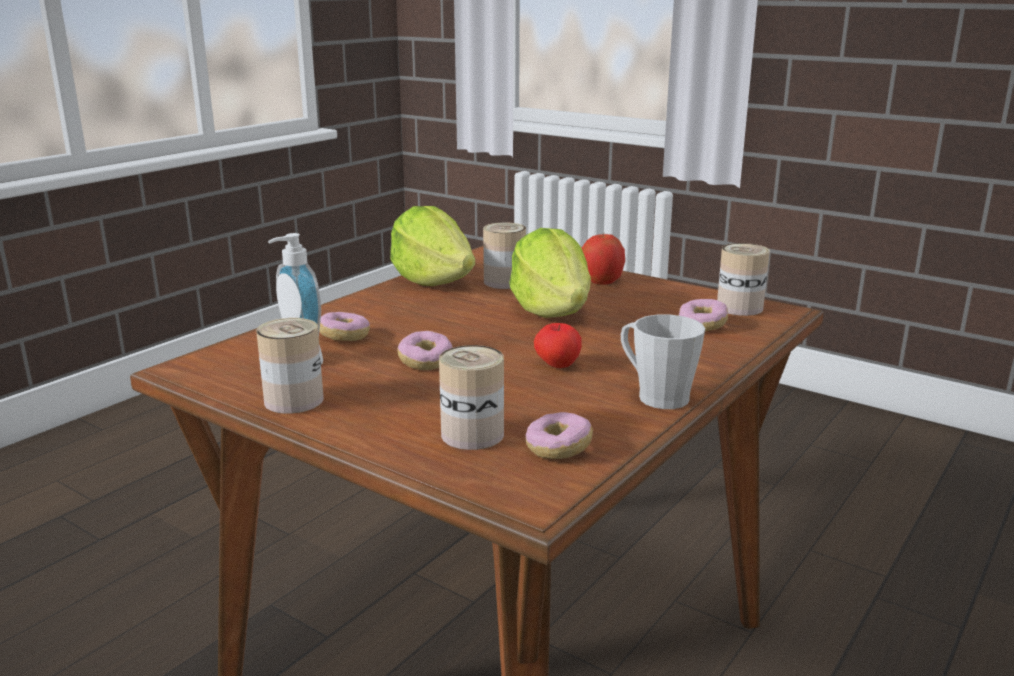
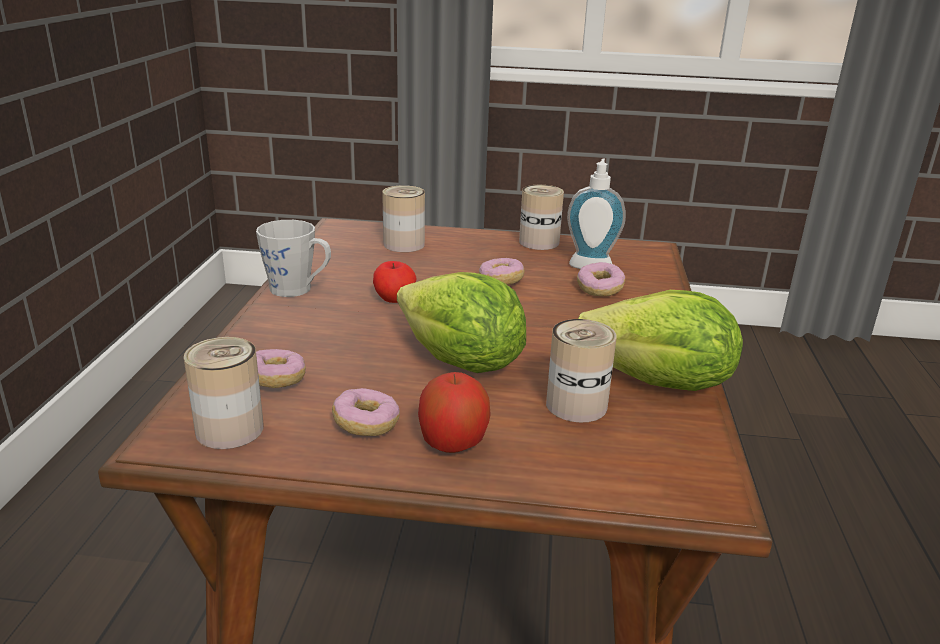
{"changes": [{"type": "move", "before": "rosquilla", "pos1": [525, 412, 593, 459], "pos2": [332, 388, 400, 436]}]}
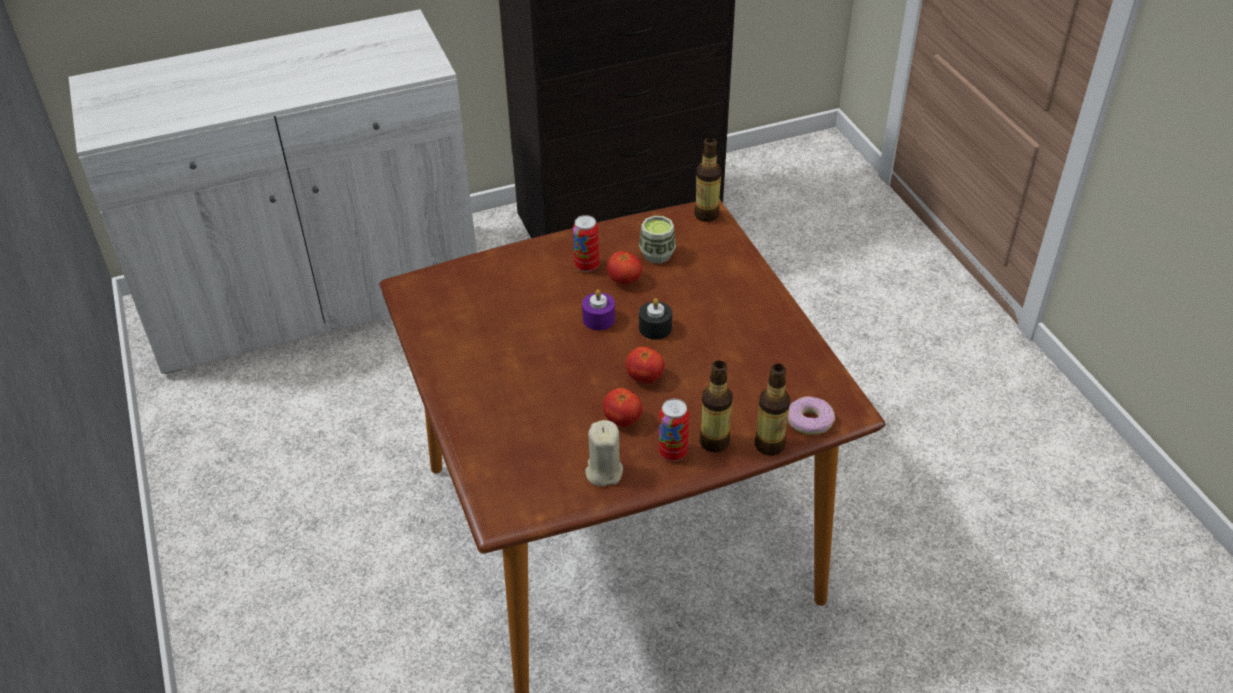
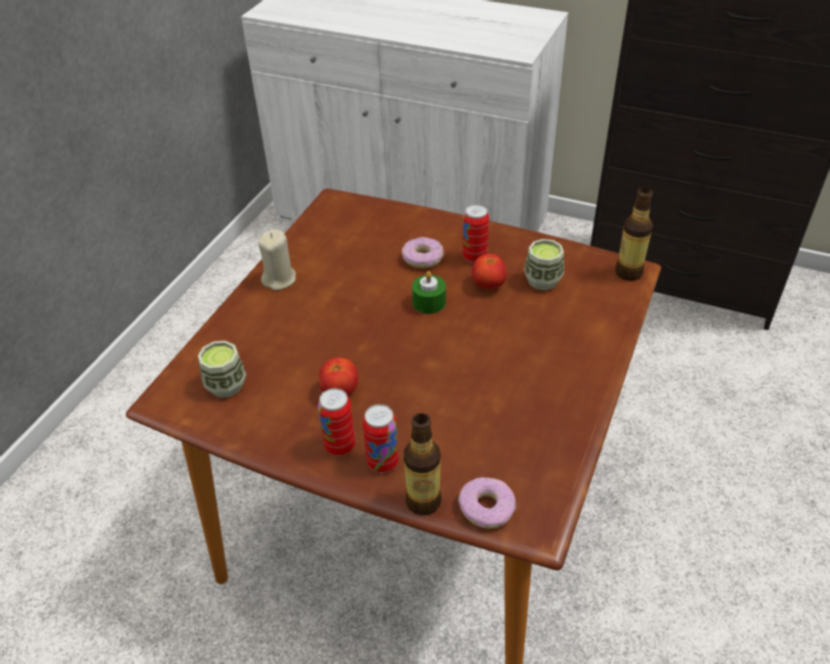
{"changes": [{"type": "recolor", "before": "vela/morado", "after": "vela/verde", "pos1": [582, 289, 615, 330], "pos2": [412, 271, 446, 314]}, {"type": "delete", "before": "vela/negro", "pos1": [639, 298, 672, 340]}, {"type": "delete", "before": "tomate", "pos1": [626, 347, 665, 383]}, {"type": "replace", "before": "botella", "after": "lata", "pos1": [699, 360, 733, 452], "pos2": [363, 404, 399, 473]}, {"type": "move", "before": "vela/beis", "pos1": [585, 420, 623, 487], "pos2": [258, 229, 296, 290]}, {"type": "insert", "after": "rosquilla", "pos2": [402, 237, 444, 268]}, {"type": "insert", "after": "taza", "pos2": [198, 341, 246, 398]}]}
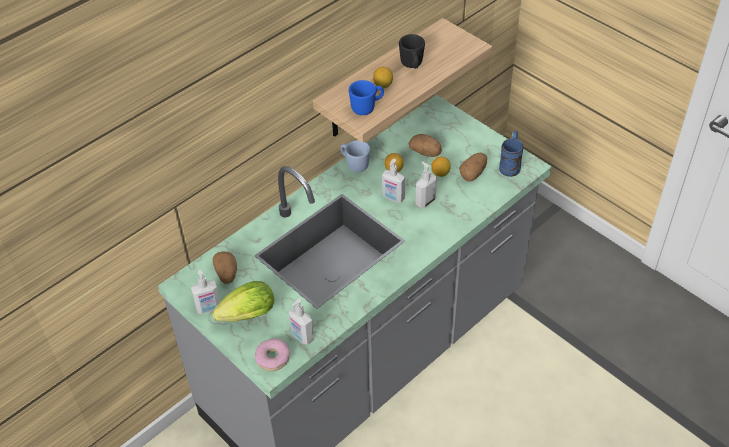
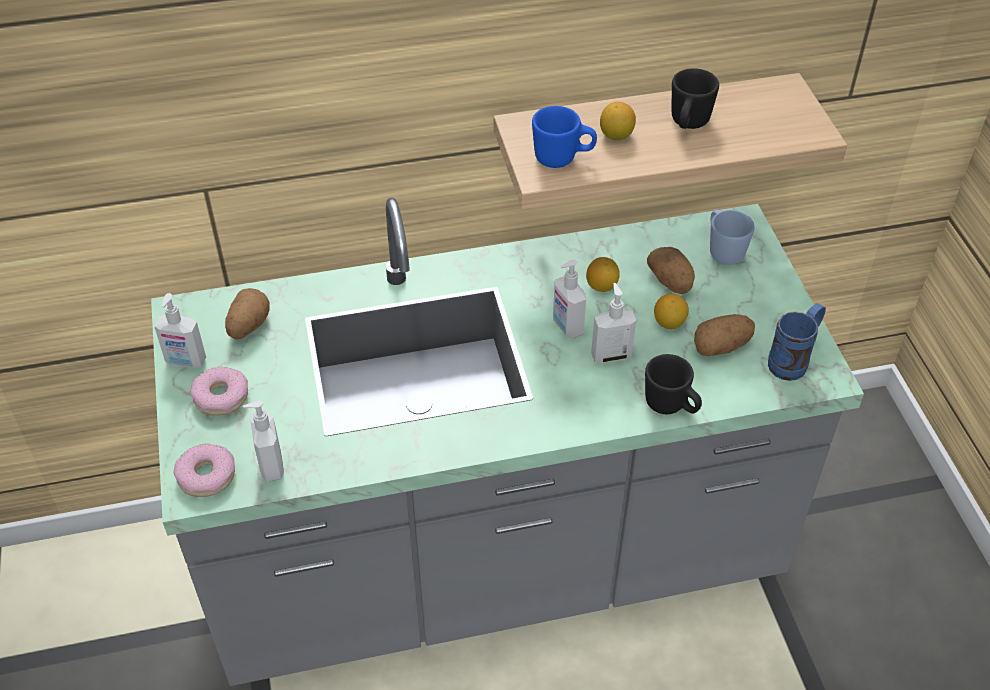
{"changes": [{"type": "move", "before": "taza grande/azul", "pos1": [340, 140, 370, 172], "pos2": [710, 210, 755, 265]}, {"type": "replace", "before": "lechuga", "after": "rosquilla", "pos1": [212, 281, 274, 322], "pos2": [190, 367, 248, 416]}, {"type": "insert", "after": "taza grande/negro", "pos2": [645, 354, 702, 414]}]}
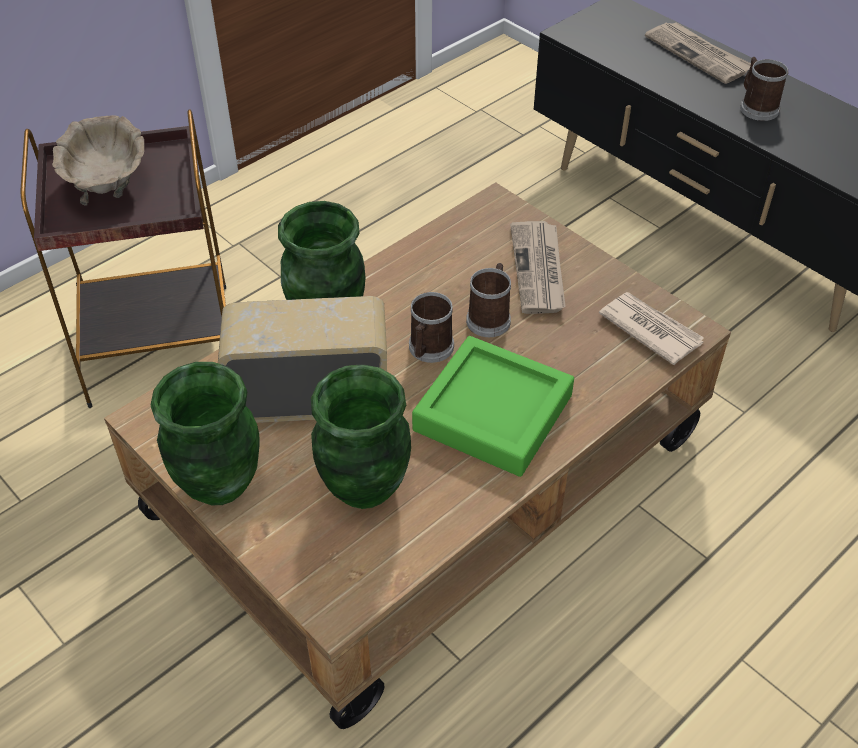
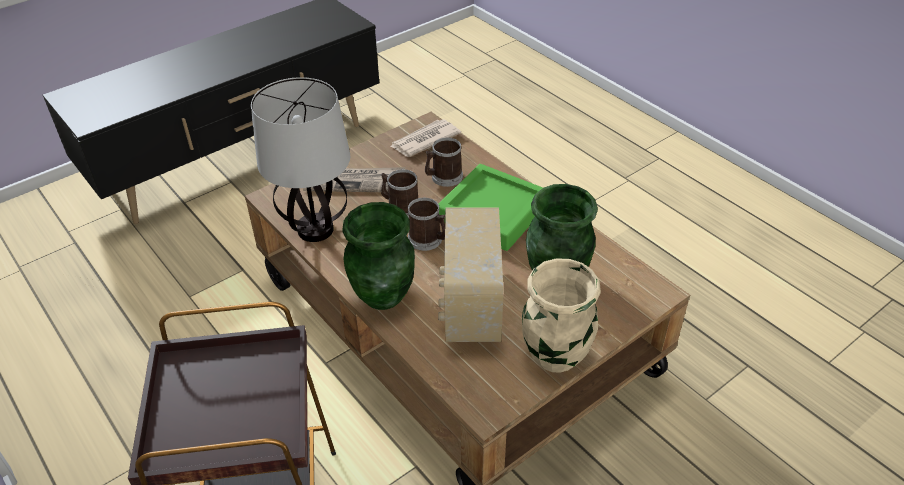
{"changes": [{"type": "delete", "before": "periódico", "pos1": [645, 22, 751, 84]}, {"type": "move", "before": "taza grande", "pos1": [740, 57, 789, 121], "pos2": [425, 138, 463, 187]}, {"type": "delete", "before": "cuenco/beis", "pos1": [52, 115, 144, 205]}, {"type": "recolor", "before": "florero/verde", "after": "florero/beis", "pos1": [151, 362, 260, 505], "pos2": [522, 258, 601, 373]}, {"type": "insert", "after": "lámpara de mesa", "pos2": [251, 77, 350, 242]}]}
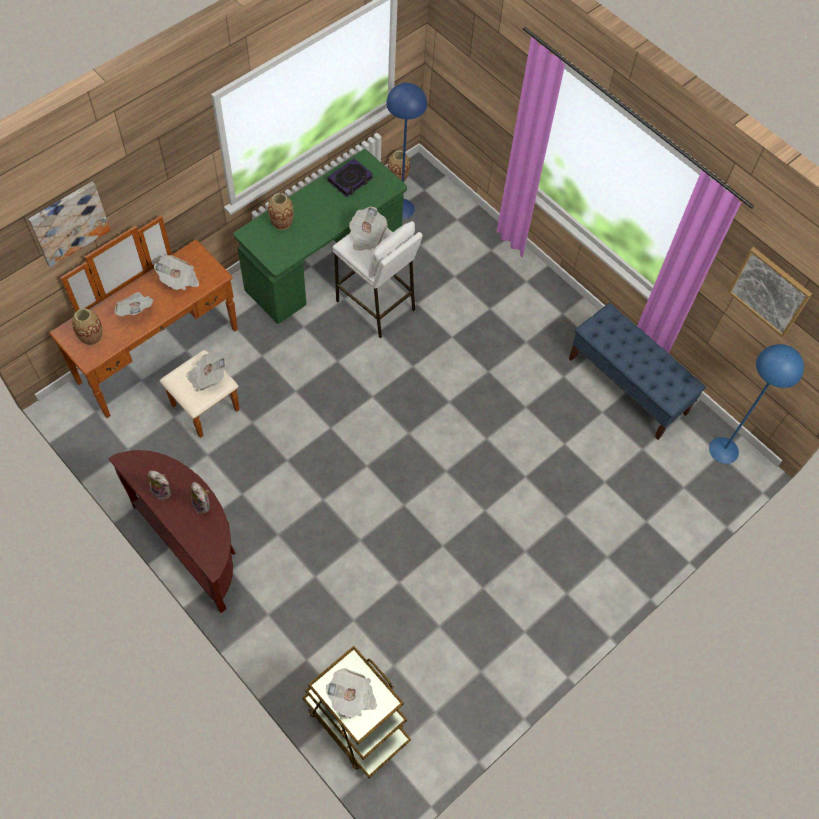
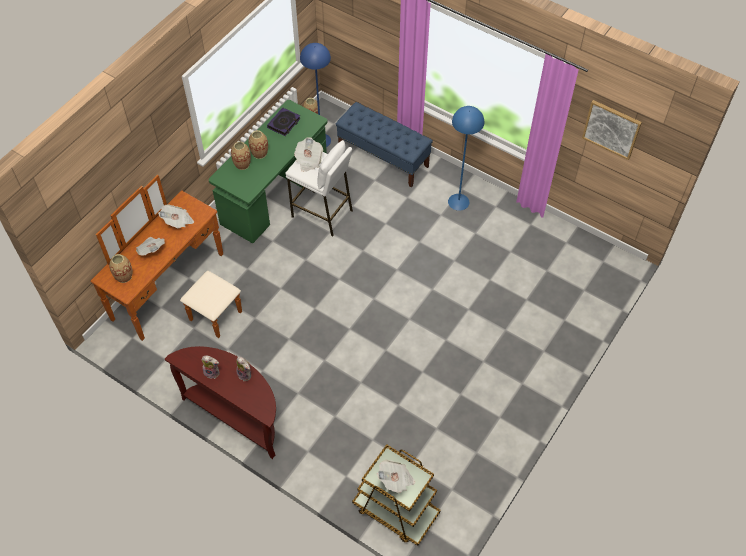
{"changes": [{"type": "delete", "before": "cuadro", "pos1": [28, 181, 110, 267]}, {"type": "move", "before": "banco/azul", "pos1": [569, 303, 706, 440], "pos2": [336, 102, 433, 187]}, {"type": "move", "before": "lámpara de pie/azul", "pos1": [709, 344, 804, 464], "pos2": [448, 106, 484, 211]}, {"type": "delete", "before": "periódico", "pos1": [186, 352, 227, 392]}, {"type": "insert", "after": "florero", "pos2": [249, 130, 268, 159]}]}
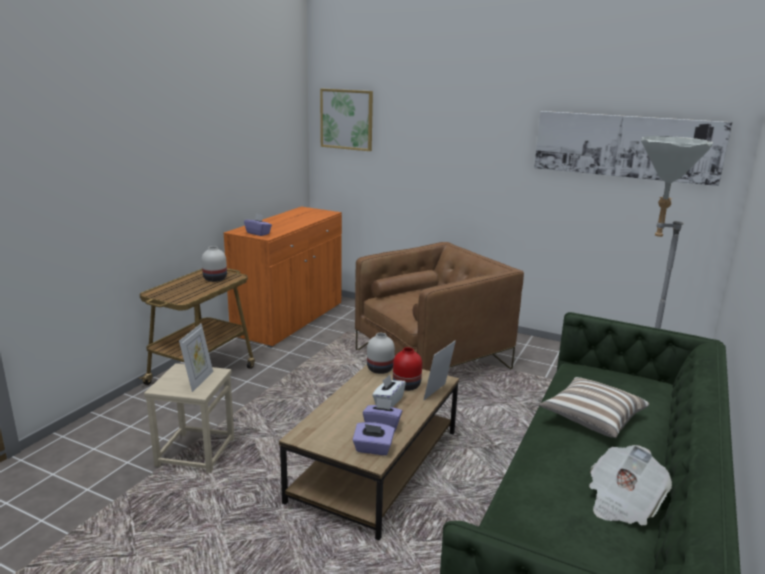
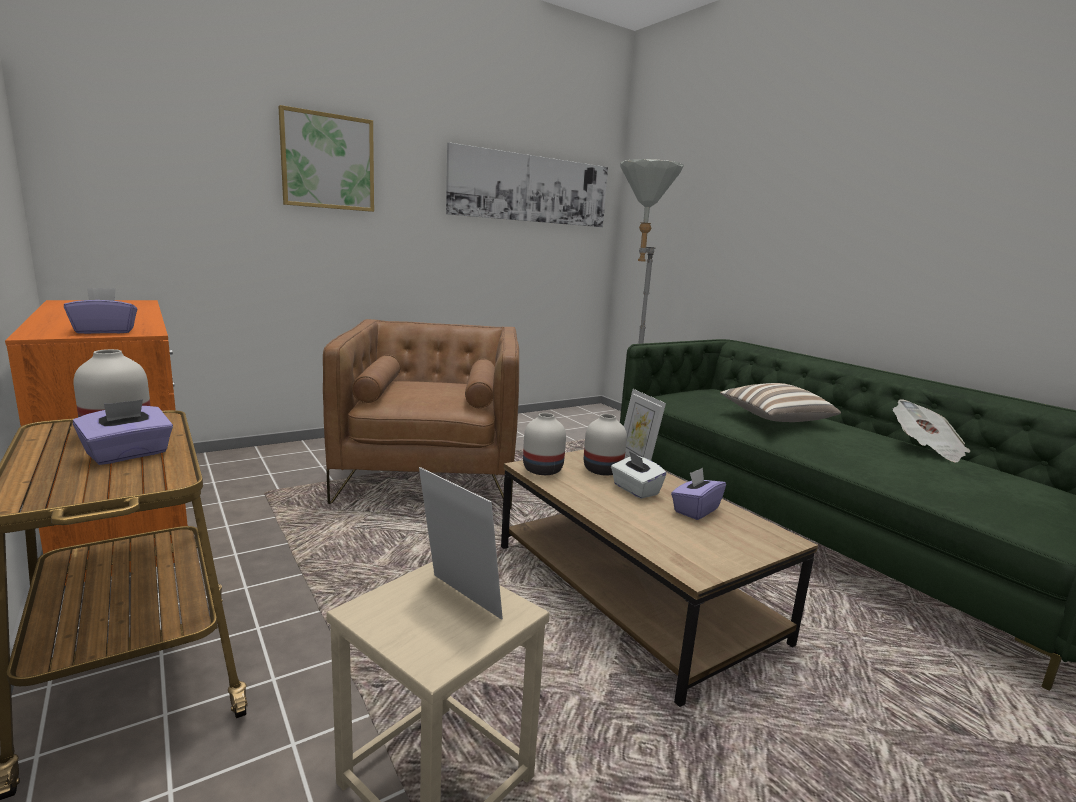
{"changes": [{"type": "move", "before": "cuadro", "pos1": [320, 89, 373, 151], "pos2": [278, 105, 374, 212]}, {"type": "recolor", "before": "florero/rojo", "after": "florero/blanco", "pos1": [393, 347, 422, 391], "pos2": [584, 414, 627, 475]}, {"type": "move", "before": "caja de pañuelos/morado", "pos1": [353, 422, 395, 455], "pos2": [73, 399, 173, 465]}]}
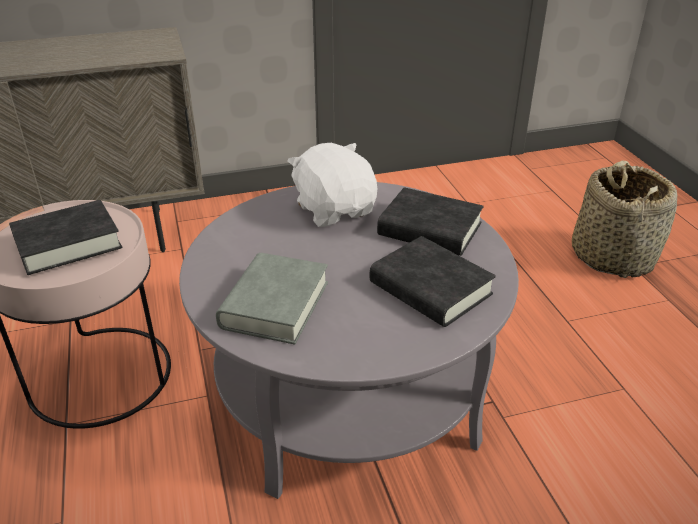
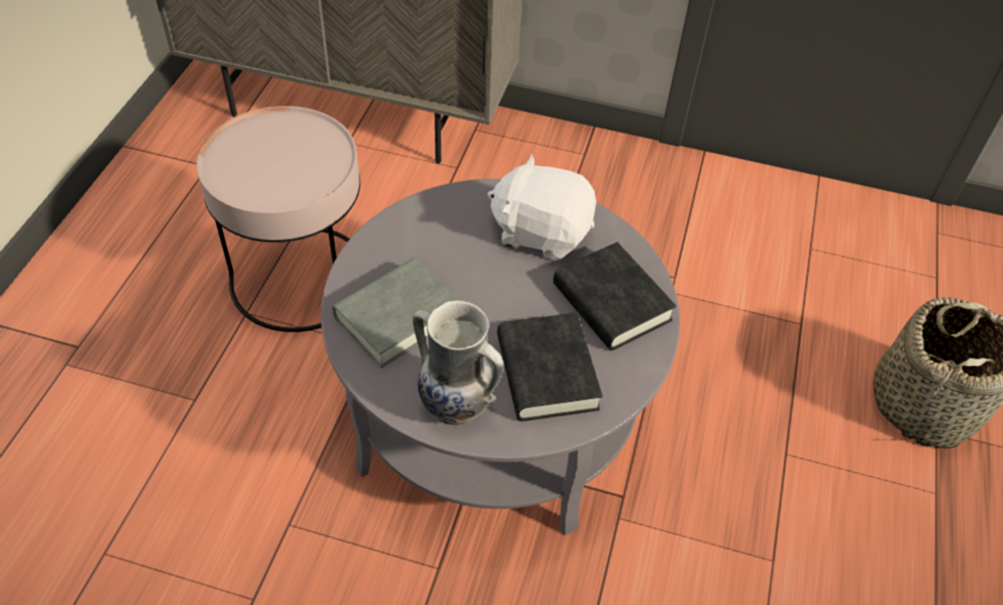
{"changes": [{"type": "rotate", "before": "peluche/blanco", "pos1": [288, 143, 377, 227], "pos2": [488, 154, 596, 261], "turn": -75}, {"type": "delete", "before": "libro/negro", "pos1": [9, 200, 122, 275]}, {"type": "insert", "after": "florero", "pos2": [413, 300, 504, 425]}]}
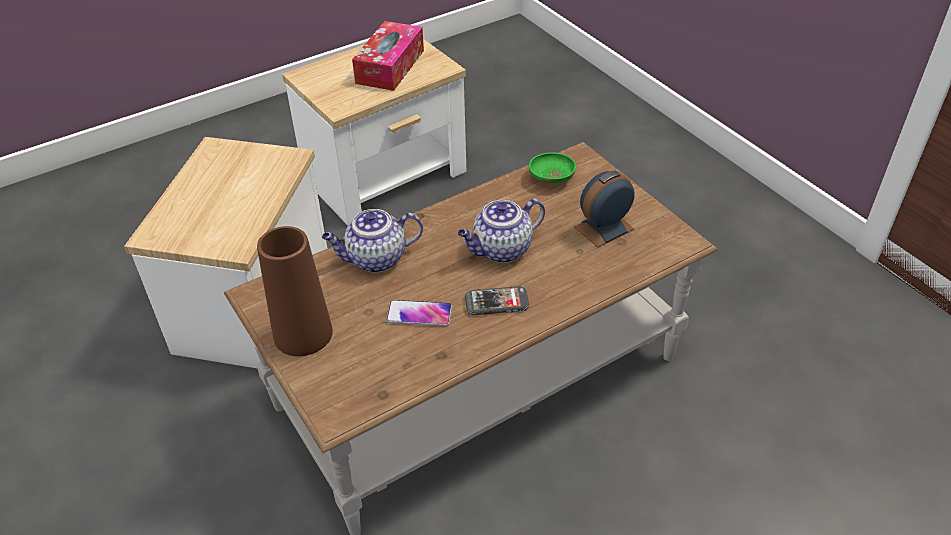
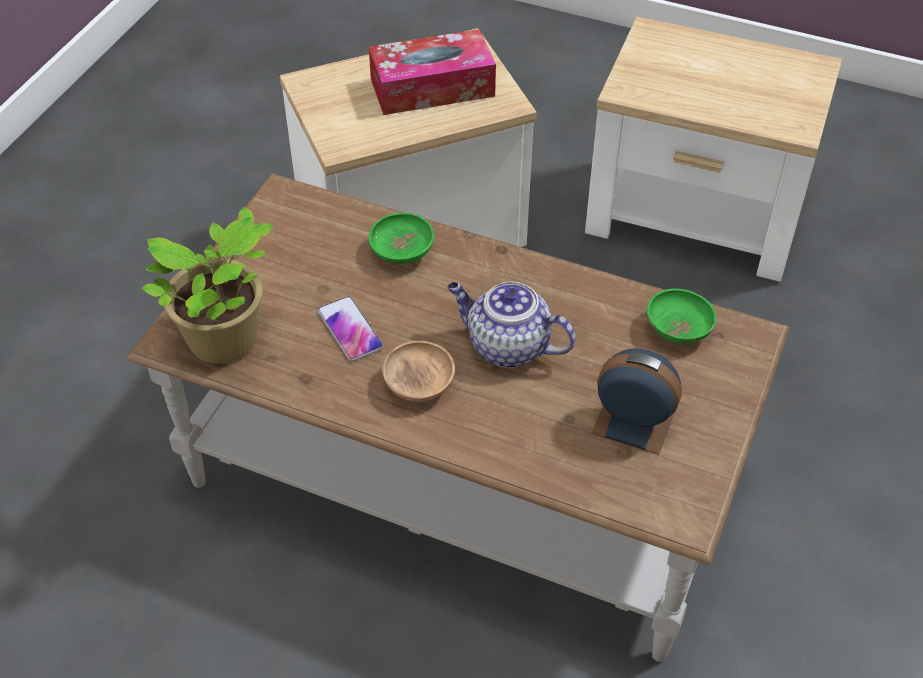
{"changes": [{"type": "move", "before": "caja de pañuelos", "pos1": [352, 21, 424, 91], "pos2": [369, 29, 496, 115]}, {"type": "replace", "before": "tetera", "after": "cuenco/verde", "pos1": [322, 209, 423, 273], "pos2": [369, 212, 434, 264]}, {"type": "delete", "before": "florero/marrón", "pos1": [257, 226, 333, 356]}, {"type": "replace", "before": "móvil", "after": "cuenco/marrón", "pos1": [465, 286, 529, 315], "pos2": [382, 341, 455, 402]}, {"type": "insert", "after": "planta en maceta", "pos2": [142, 207, 274, 364]}]}
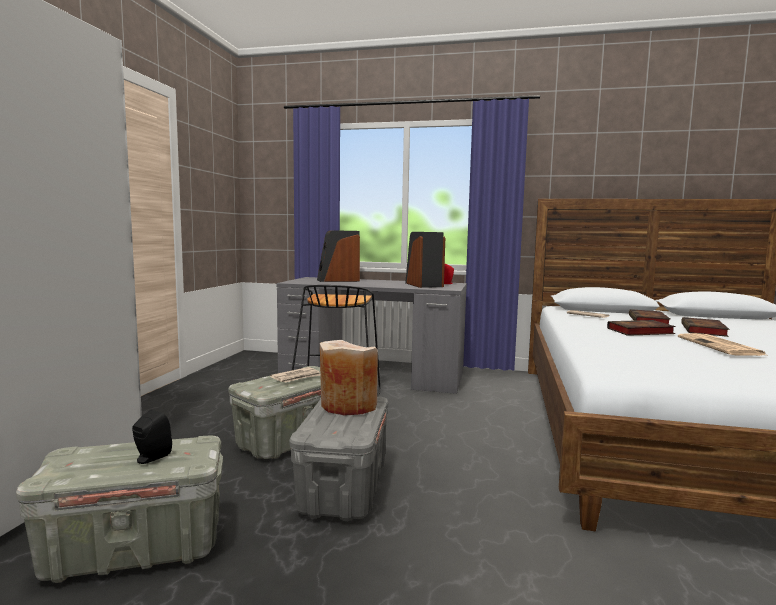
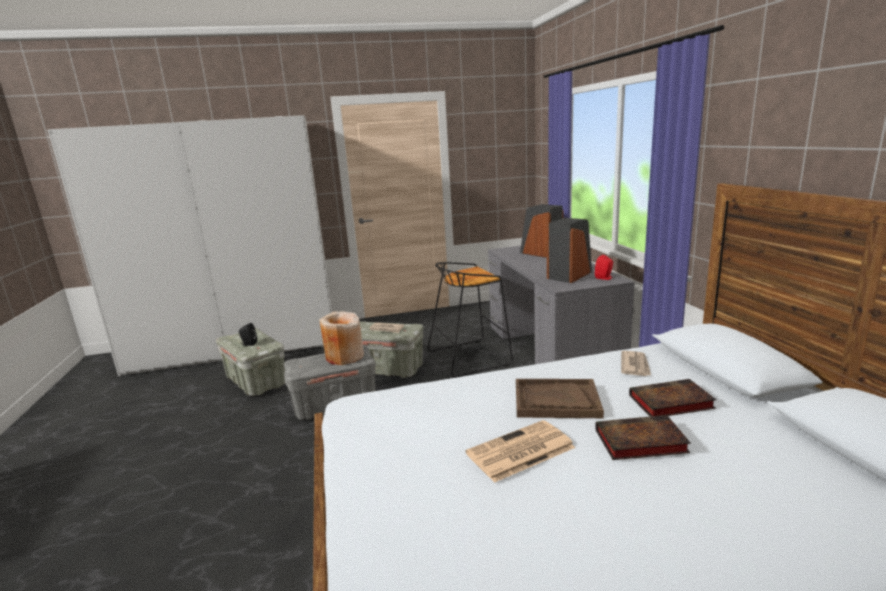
{"changes": [{"type": "replace", "before": "libro", "after": "bandeja/marrón", "pos1": [607, 320, 676, 336], "pos2": [516, 379, 604, 418]}]}
